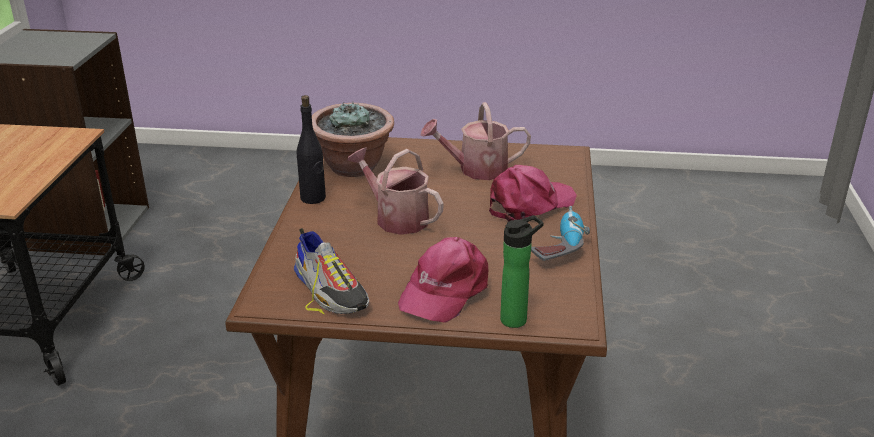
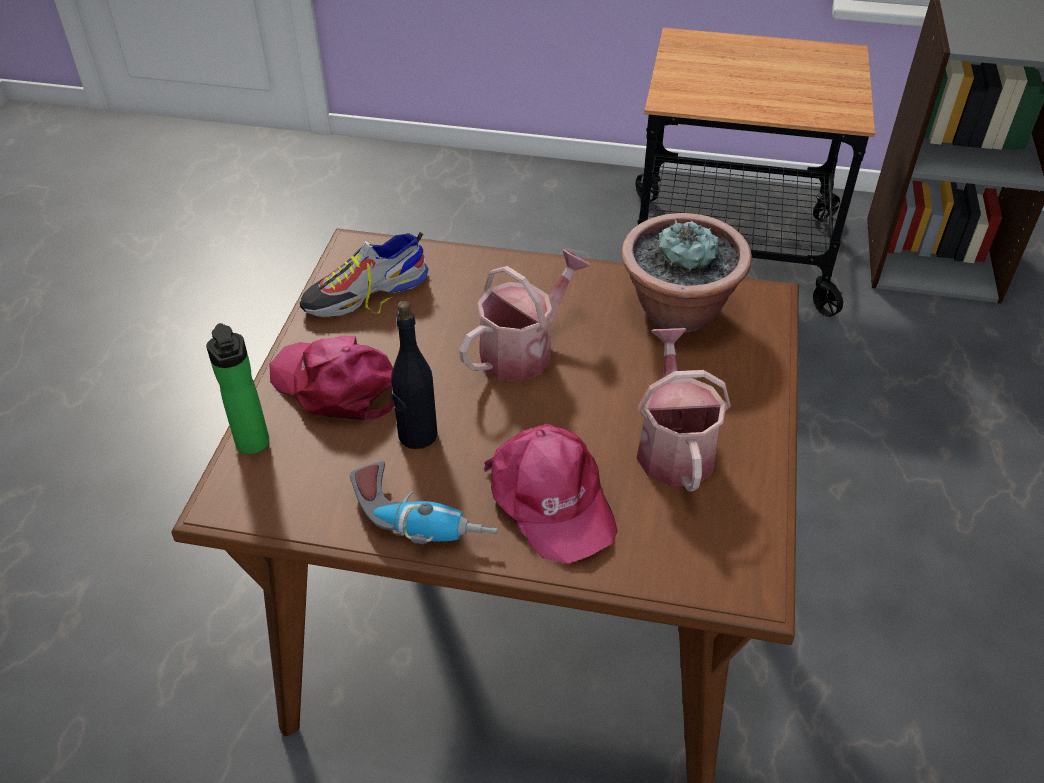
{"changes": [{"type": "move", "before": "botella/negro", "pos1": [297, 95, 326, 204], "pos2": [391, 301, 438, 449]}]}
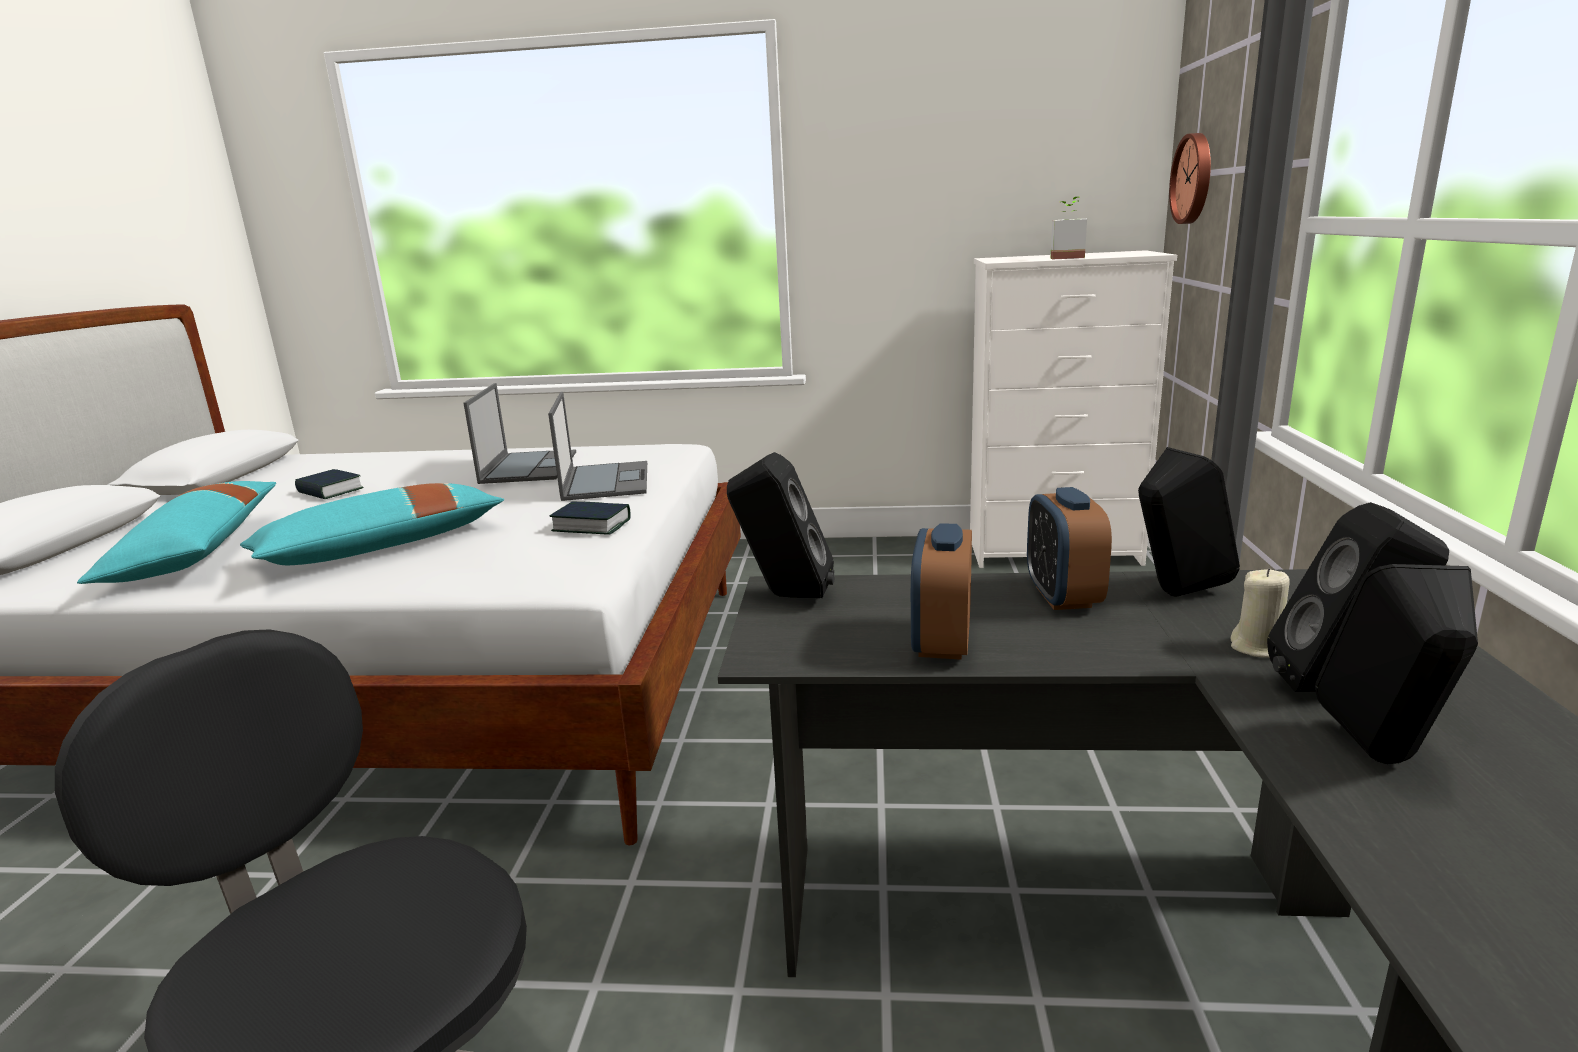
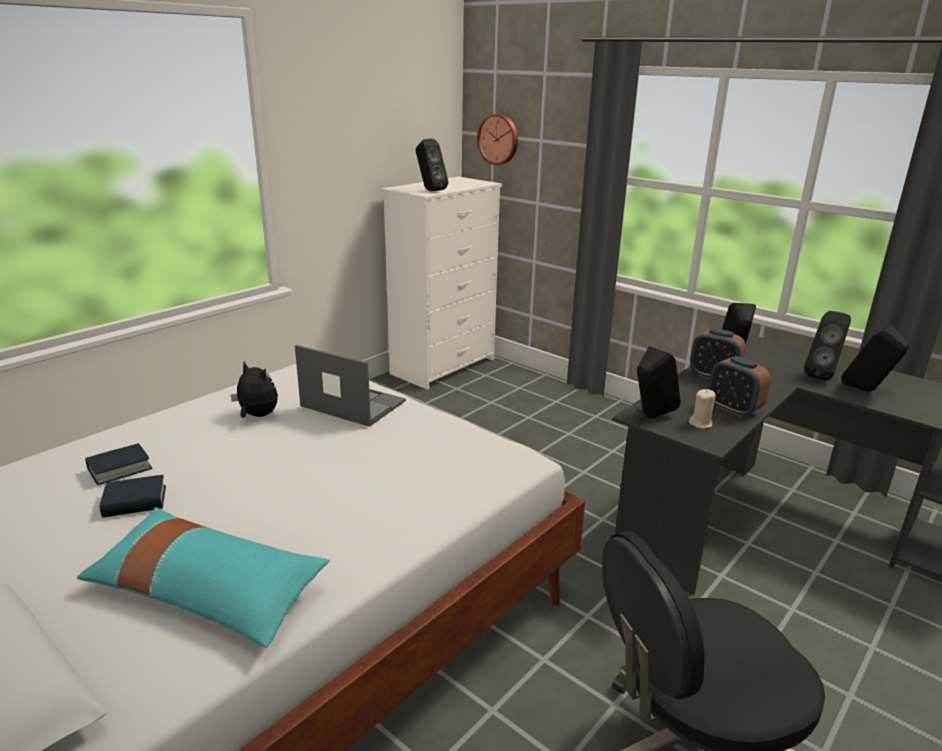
{"changes": [{"type": "delete", "before": "planta en maceta", "pos1": [1050, 197, 1087, 259]}, {"type": "replace", "before": "portátil", "after": "peluche", "pos1": [464, 383, 576, 484], "pos2": [230, 361, 278, 418]}, {"type": "delete", "before": "cojín/turquesa", "pos1": [240, 483, 504, 565]}, {"type": "move", "before": "libro", "pos1": [550, 501, 631, 535], "pos2": [85, 443, 153, 485]}, {"type": "move", "before": "vela/beis", "pos1": [1231, 568, 1290, 658], "pos2": [689, 389, 716, 429]}, {"type": "insert", "after": "altavoz/negro", "pos2": [416, 139, 448, 191]}]}
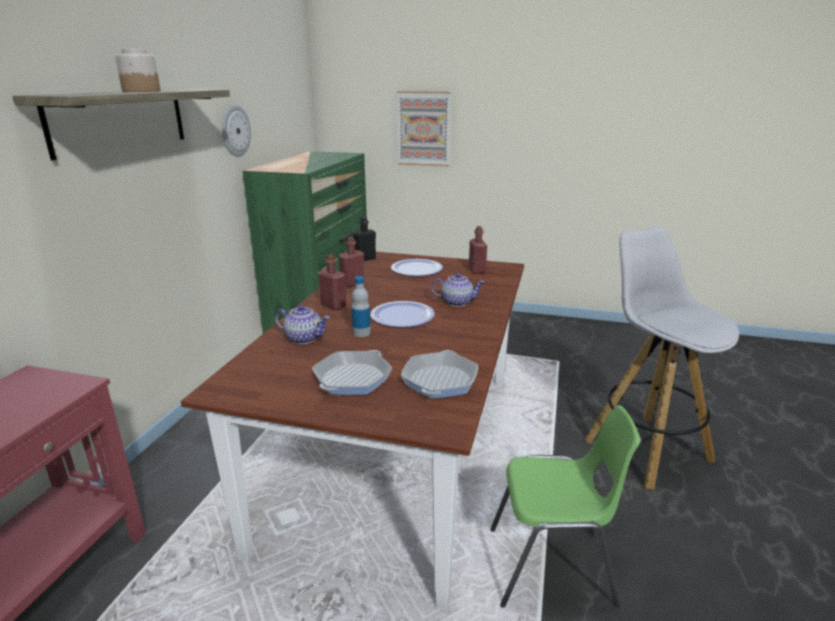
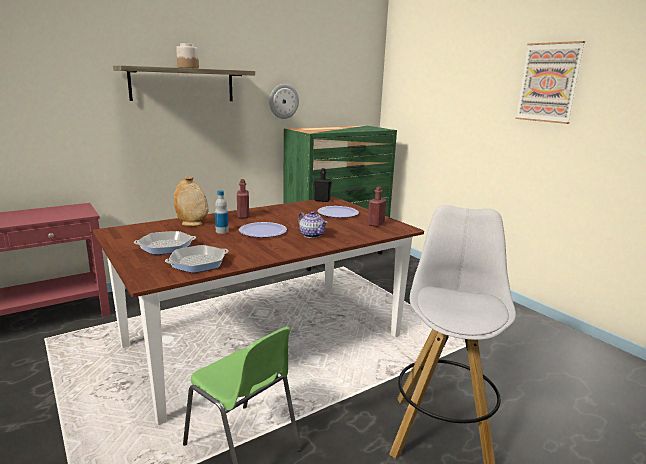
{"changes": [{"type": "move", "before": "cuadro", "pos1": [397, 91, 451, 166], "pos2": [515, 41, 585, 124]}, {"type": "delete", "before": "botella/rojo", "pos1": [339, 237, 365, 287]}, {"type": "replace", "before": "tetera", "after": "florero/beis", "pos1": [275, 305, 330, 344], "pos2": [174, 177, 208, 227]}]}
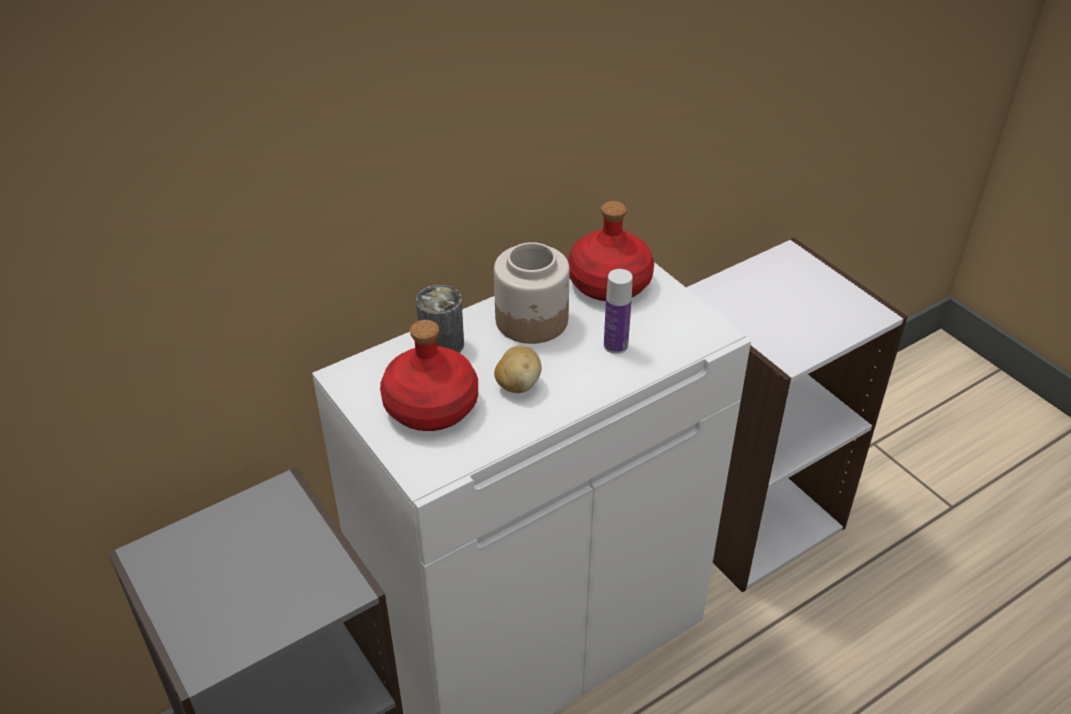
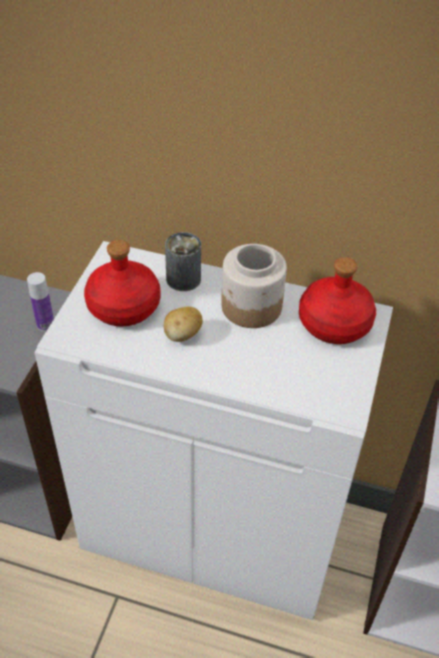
{"changes": [{"type": "move", "before": "botella", "pos1": [604, 269, 633, 354], "pos2": [27, 272, 54, 331]}]}
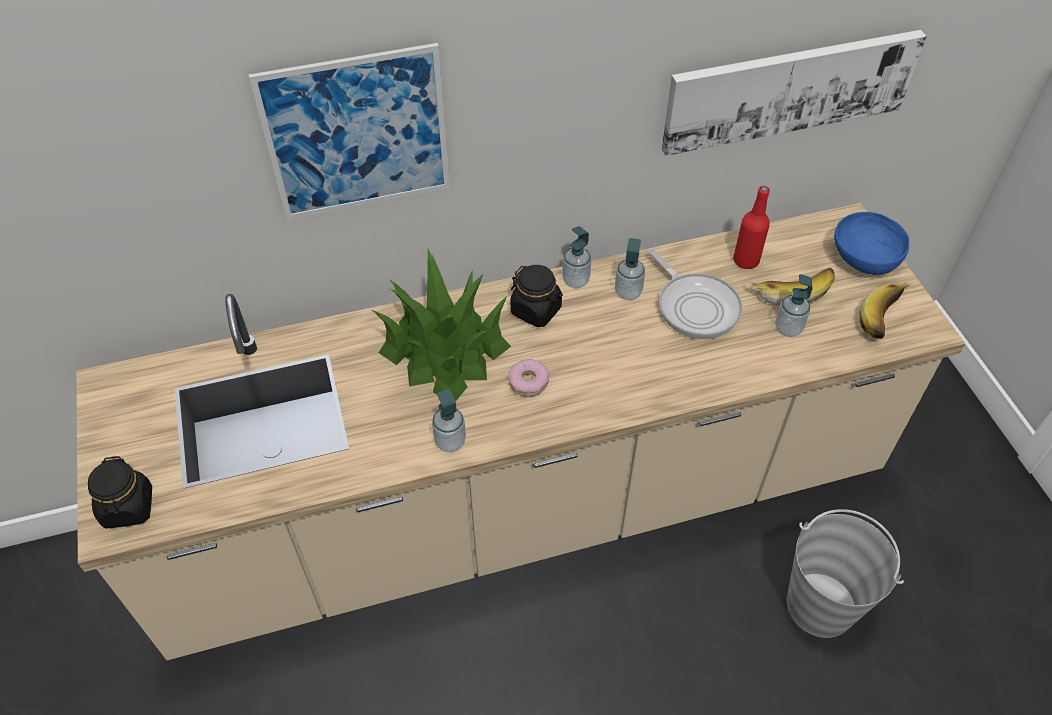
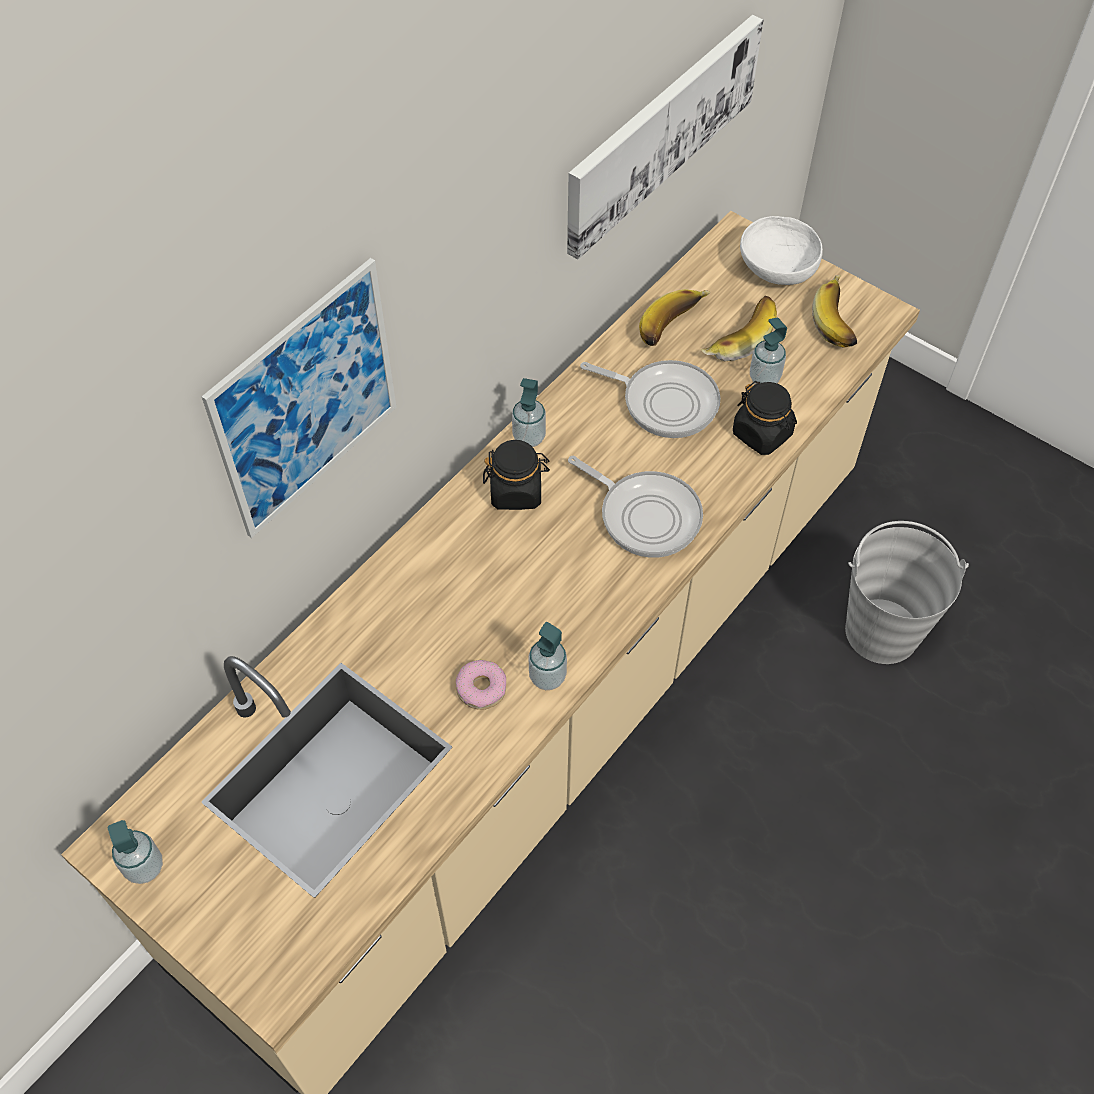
{"changes": [{"type": "replace", "before": "botella/rojo", "after": "plátano", "pos1": [733, 186, 770, 269], "pos2": [639, 289, 711, 346]}, {"type": "recolor", "before": "cuenco/azul", "after": "cuenco/blanco", "pos1": [834, 212, 909, 275], "pos2": [740, 216, 823, 285]}, {"type": "move", "before": "dispensador de jabón", "pos1": [615, 238, 645, 300], "pos2": [108, 820, 163, 884]}, {"type": "delete", "before": "planta en maceta", "pos1": [372, 249, 511, 402]}, {"type": "move", "before": "rosquilla", "pos1": [508, 359, 549, 397], "pos2": [456, 660, 506, 710]}, {"type": "move", "before": "tarro/negro", "pos1": [88, 456, 152, 529], "pos2": [733, 381, 797, 455]}, {"type": "insert", "after": "sartén", "pos2": [568, 456, 703, 558]}]}
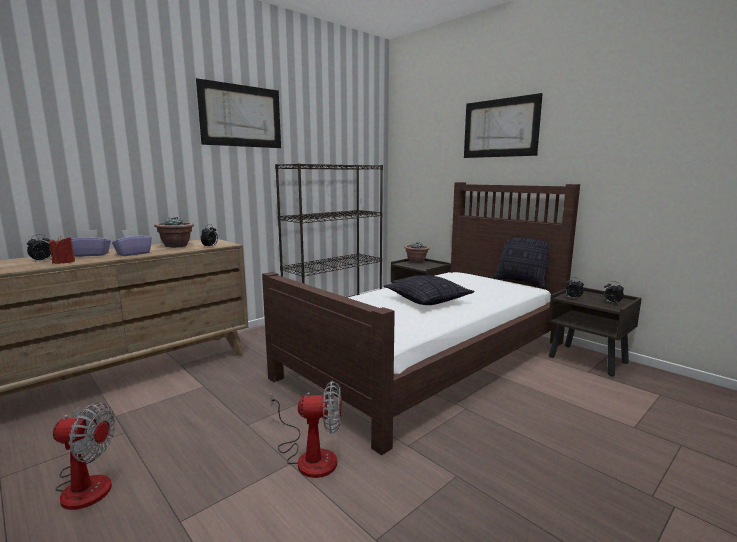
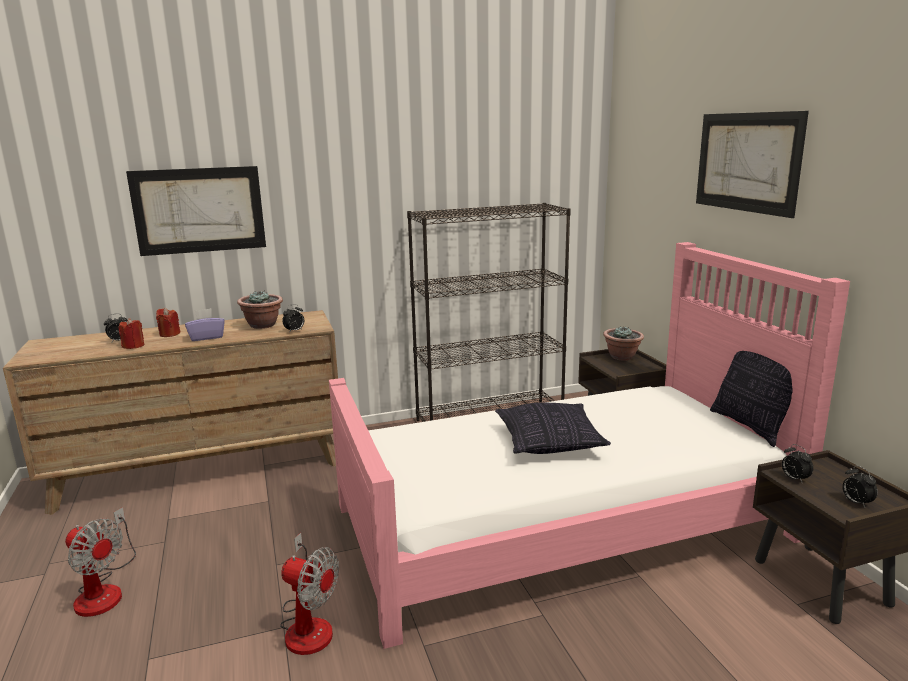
{"changes": [{"type": "move", "before": "cuadro", "pos1": [196, 78, 281, 148], "pos2": [126, 166, 266, 256]}, {"type": "recolor", "before": "cama/marrón", "after": "cama/rosa", "pos1": [262, 182, 580, 456], "pos2": [329, 242, 850, 649]}, {"type": "replace", "before": "caja de pañuelos/morado", "after": "vela/rojo", "pos1": [71, 230, 111, 257], "pos2": [156, 308, 180, 337]}]}
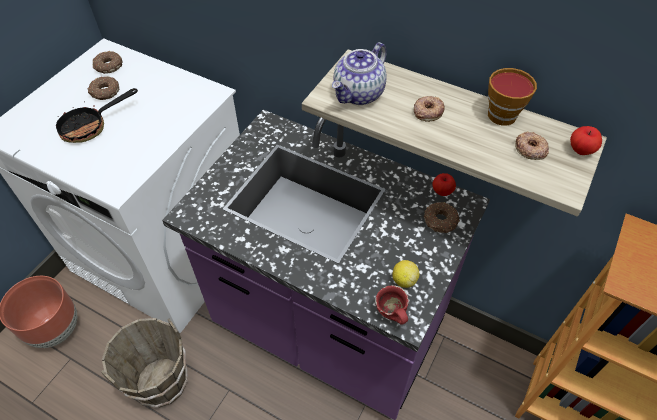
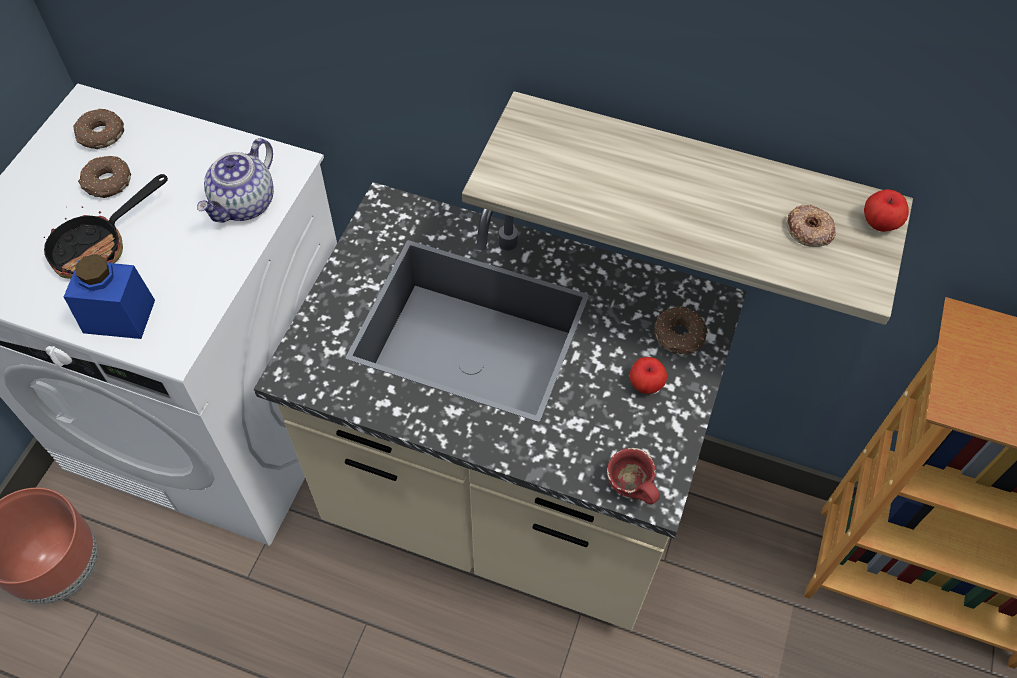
{"changes": [{"type": "move", "before": "tetera", "pos1": [332, 42, 387, 105], "pos2": [197, 138, 274, 223]}, {"type": "delete", "before": "taza", "pos1": [488, 68, 537, 126]}, {"type": "delete", "before": "rosquilla", "pos1": [414, 96, 445, 122]}, {"type": "recolor", "before": "mueble bajo de cocina/morado", "after": "mueble bajo de cocina/beis", "pos1": [162, 110, 490, 420], "pos2": [254, 182, 746, 630]}, {"type": "move", "before": "manzana", "pos1": [432, 173, 456, 196], "pos2": [629, 357, 667, 394]}, {"type": "delete", "before": "limón", "pos1": [392, 260, 419, 288]}, {"type": "delete", "before": "cubo/marrón", "pos1": [101, 318, 188, 408]}, {"type": "insert", "after": "tarro/azul", "pos2": [64, 254, 155, 339]}]}
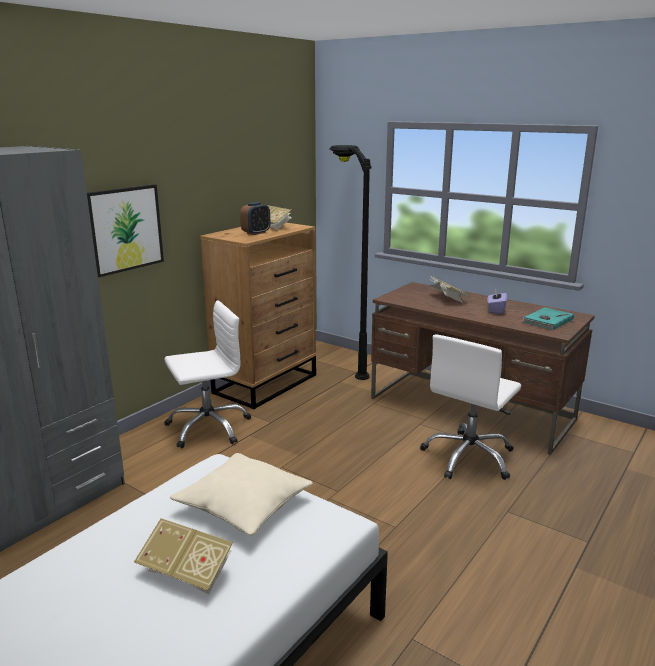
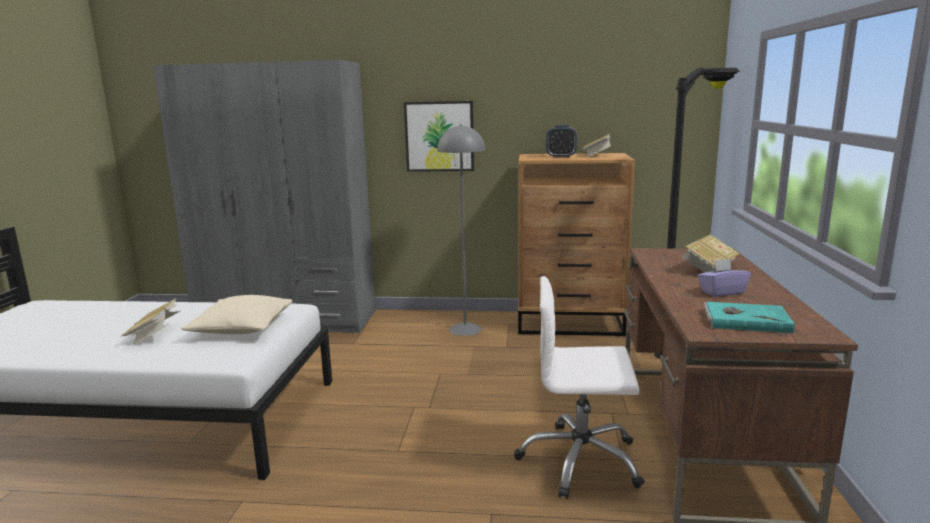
{"changes": [{"type": "replace", "before": "silla de oficina/blanco", "after": "lámpara de pie/gris", "pos1": [164, 300, 251, 448], "pos2": [437, 124, 485, 336]}]}
